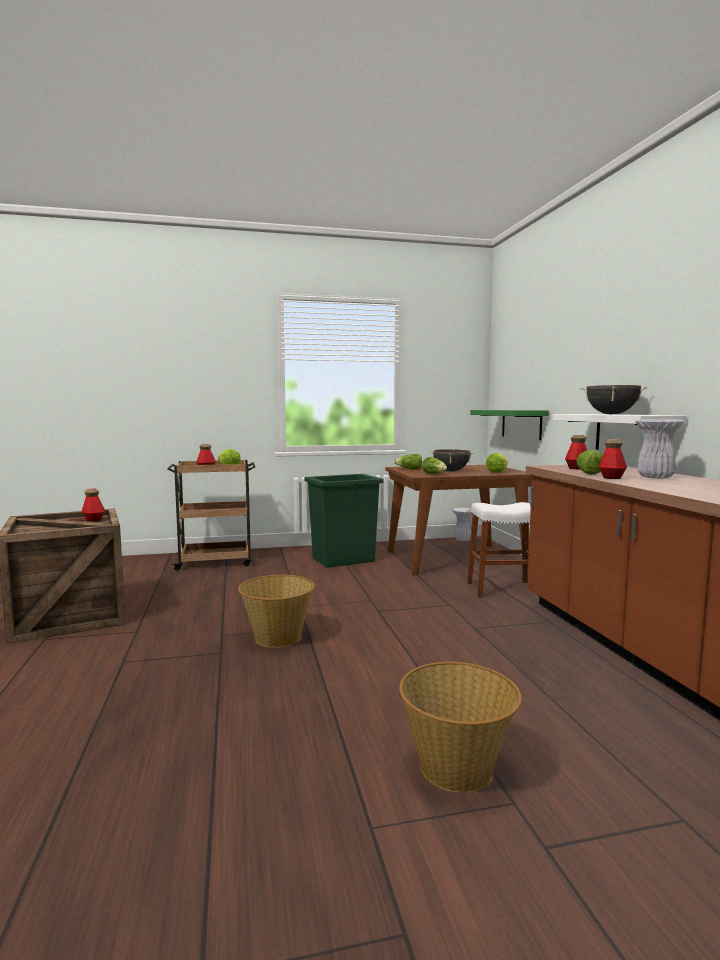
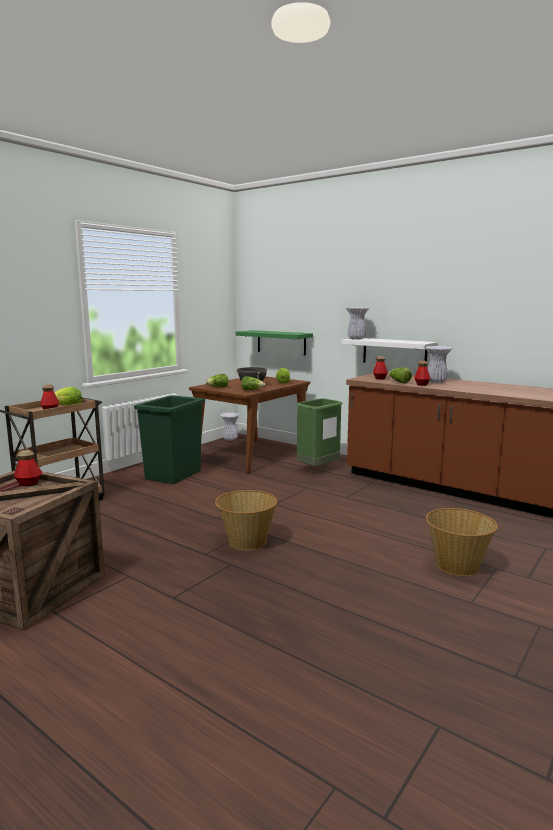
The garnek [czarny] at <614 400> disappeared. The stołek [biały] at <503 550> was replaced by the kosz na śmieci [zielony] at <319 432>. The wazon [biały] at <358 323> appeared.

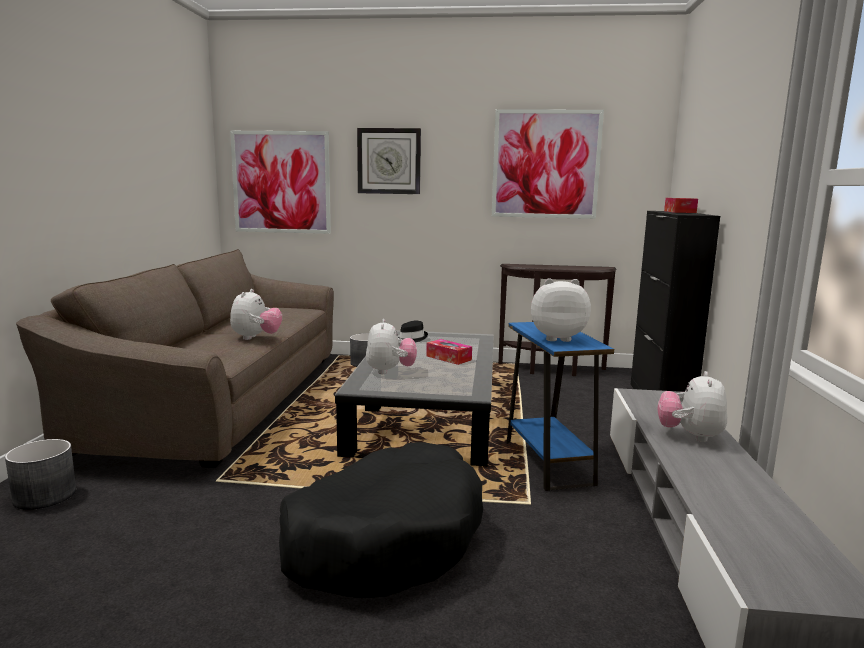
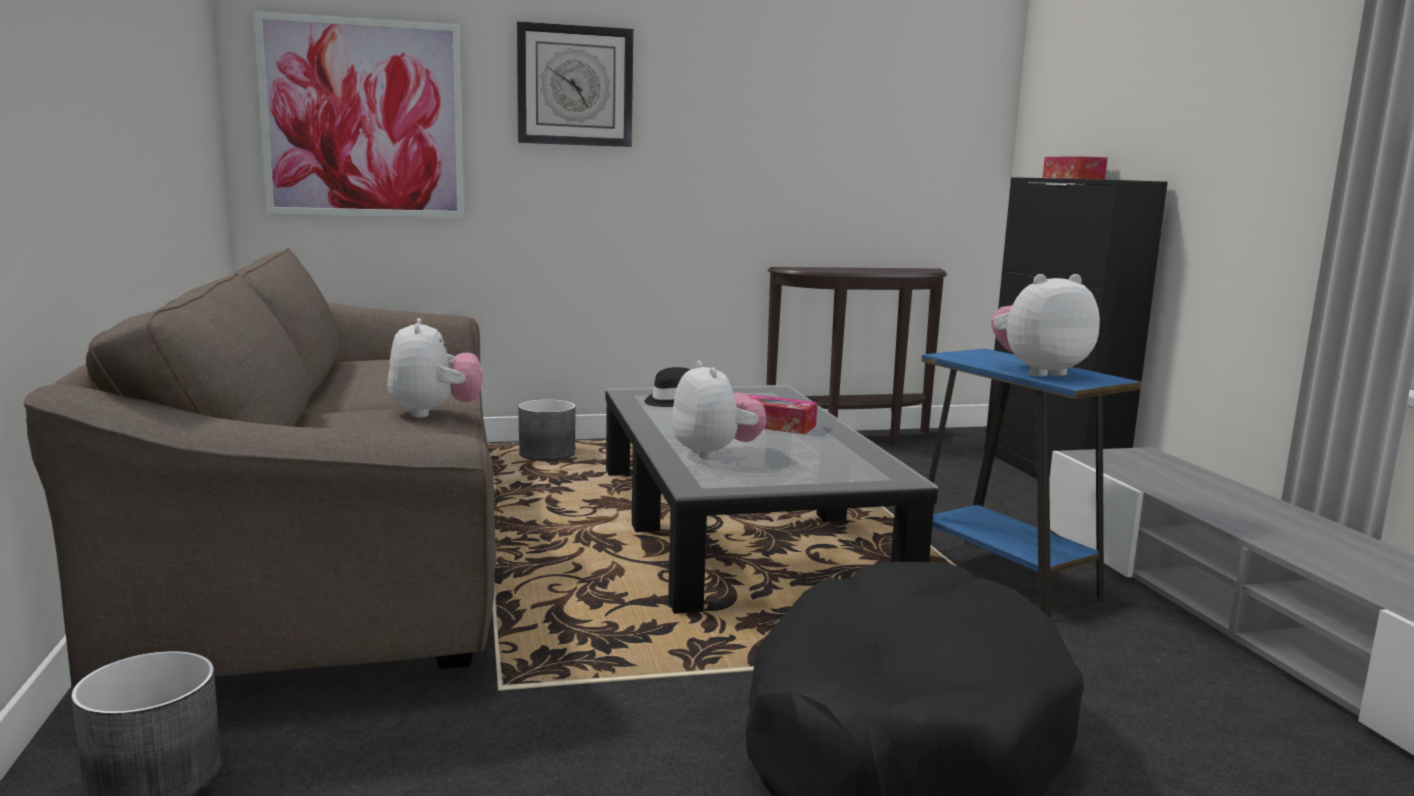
The obraz at <548 164> disappeared. The pluszak at <692 406> disappeared.

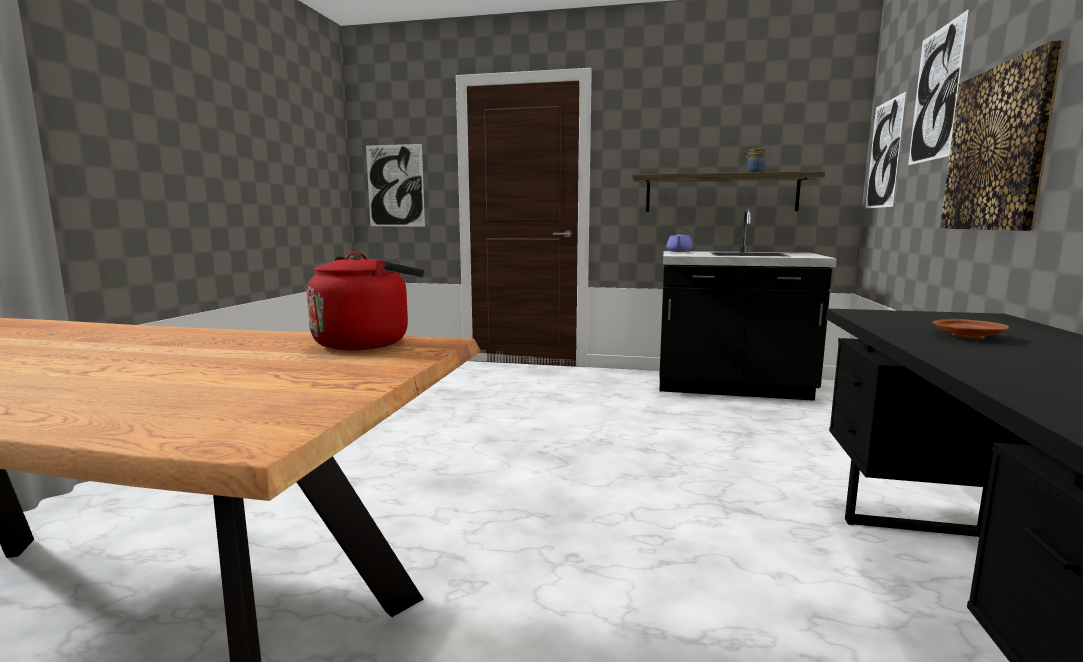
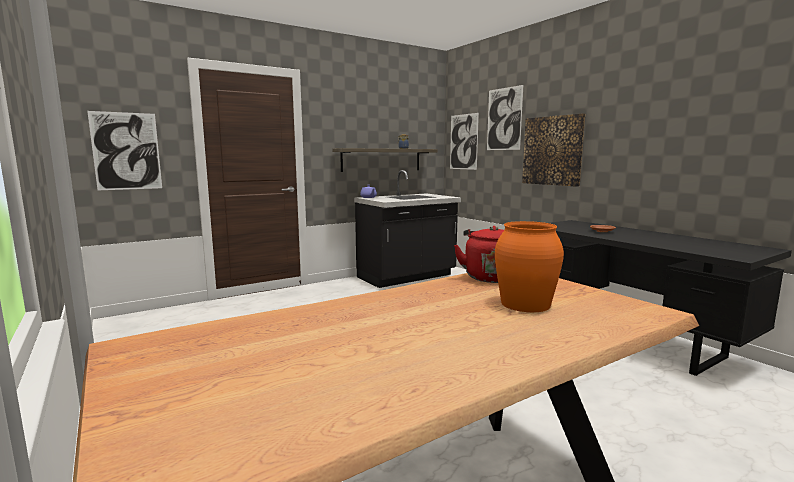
The wazon [pomarańczowy] at <529 266> appeared.

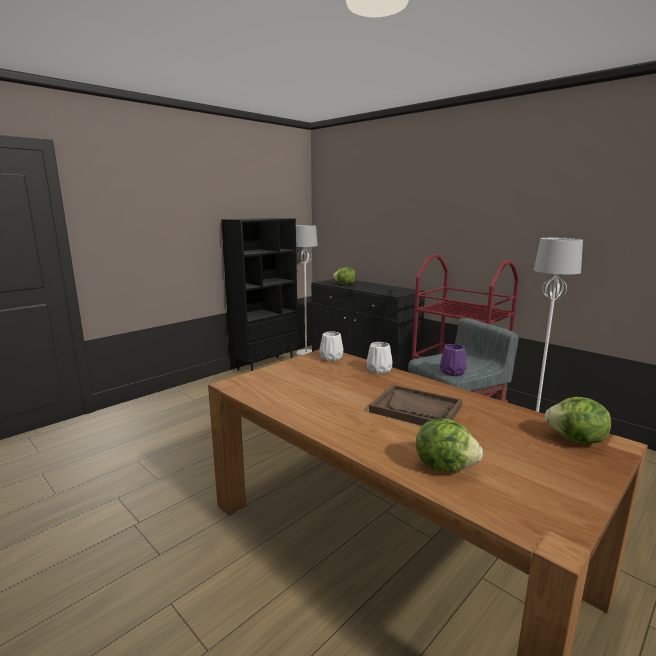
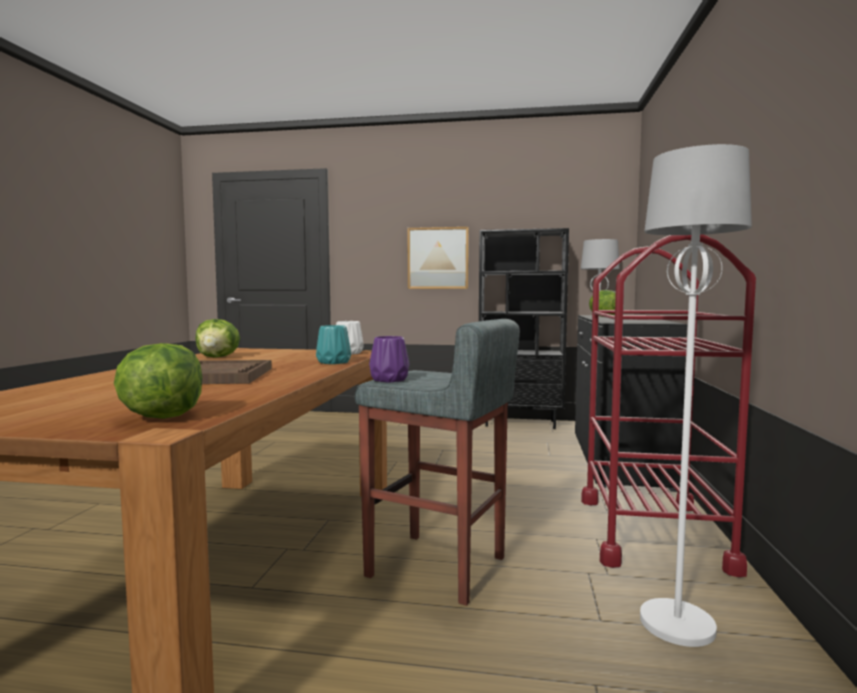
The wazon [biały] at <379 358> became the wazon [turkusowy] at <333 344>. The sałata moved from <449 445> to <218 338>. The obraz at <438 258> appeared.

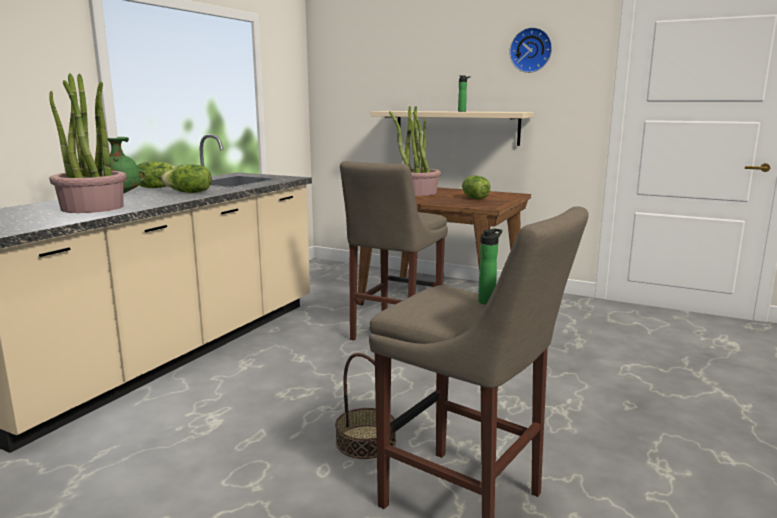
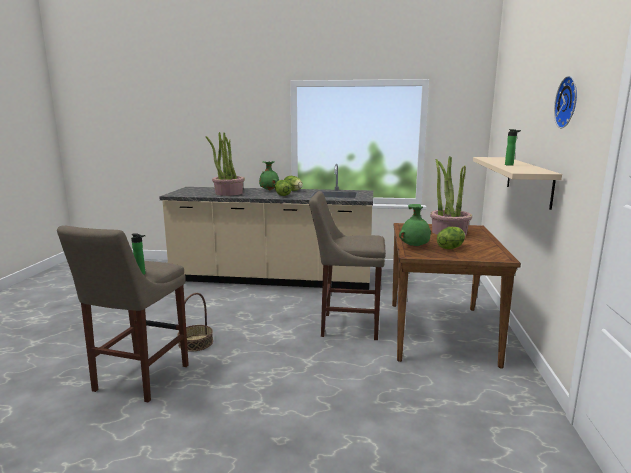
The wazon [zielony] at <415 225> appeared.

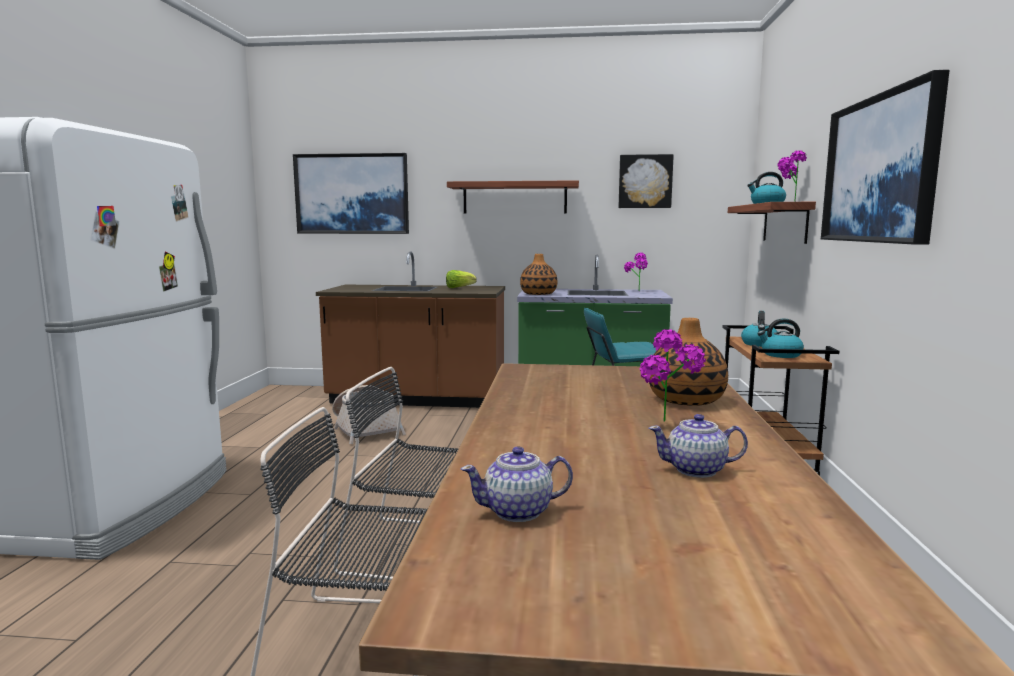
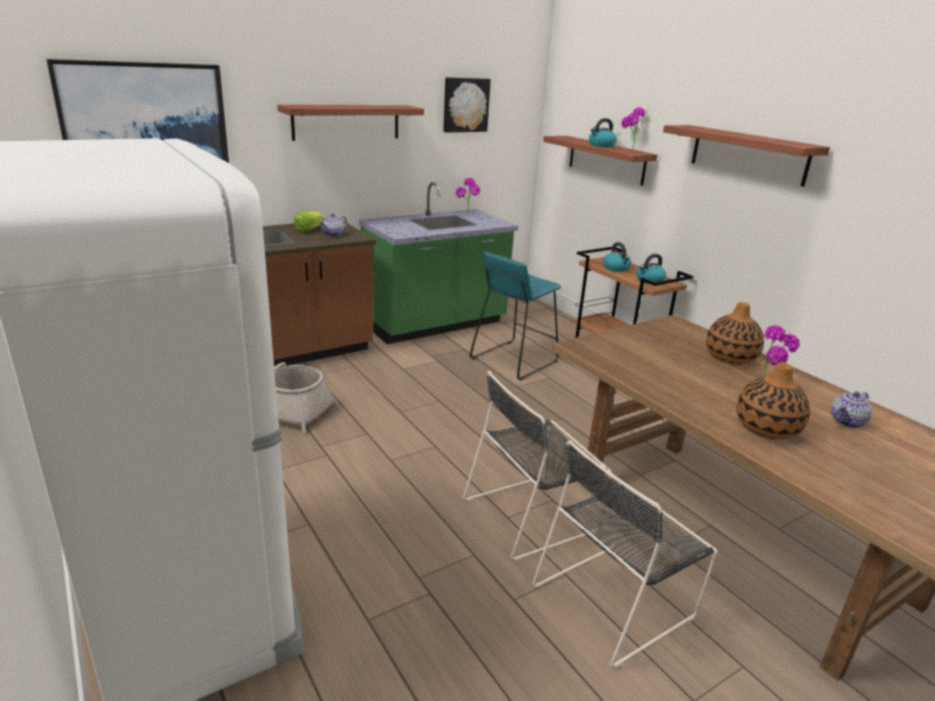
The obraz at <885 157> was replaced by the półka at <746 156>. The wazon moved from <539 274> to <773 401>. The imbryk moved from <517 484> to <333 225>.

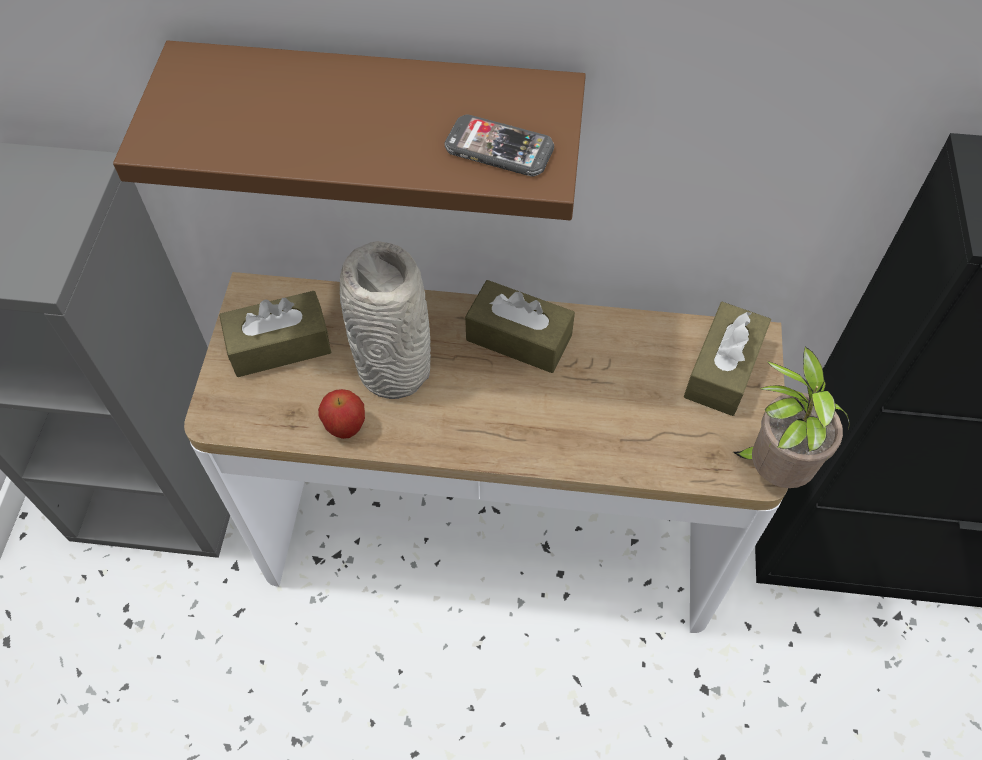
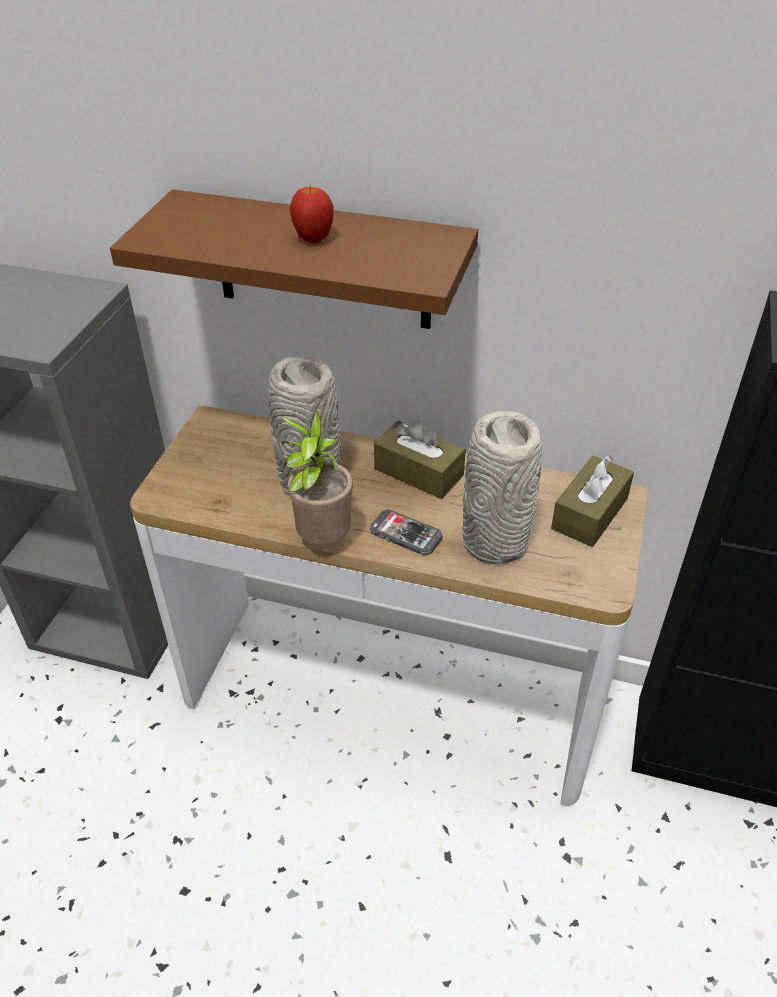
The telefon moved from <499 145> to <406 532>. The pudełko chusteczek [brązowy] at <275 334> disappeared. The roślina doniczkowa moved from <791 417> to <317 477>. The jabłko moved from <341 414> to <311 215>. The wazon [szary] at <502 487> appeared.

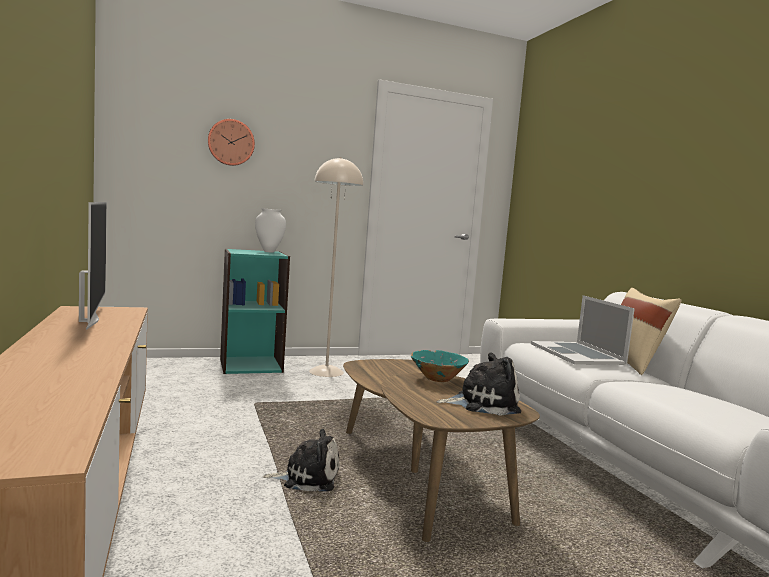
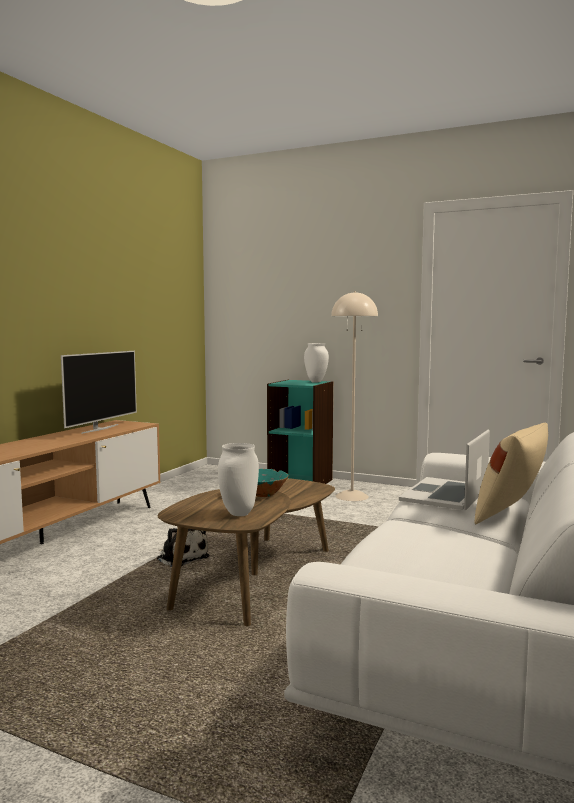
The zegar ścienny at <231 142> disappeared. The pluszak at <479 384> was replaced by the wazon [biały] at <238 479>.

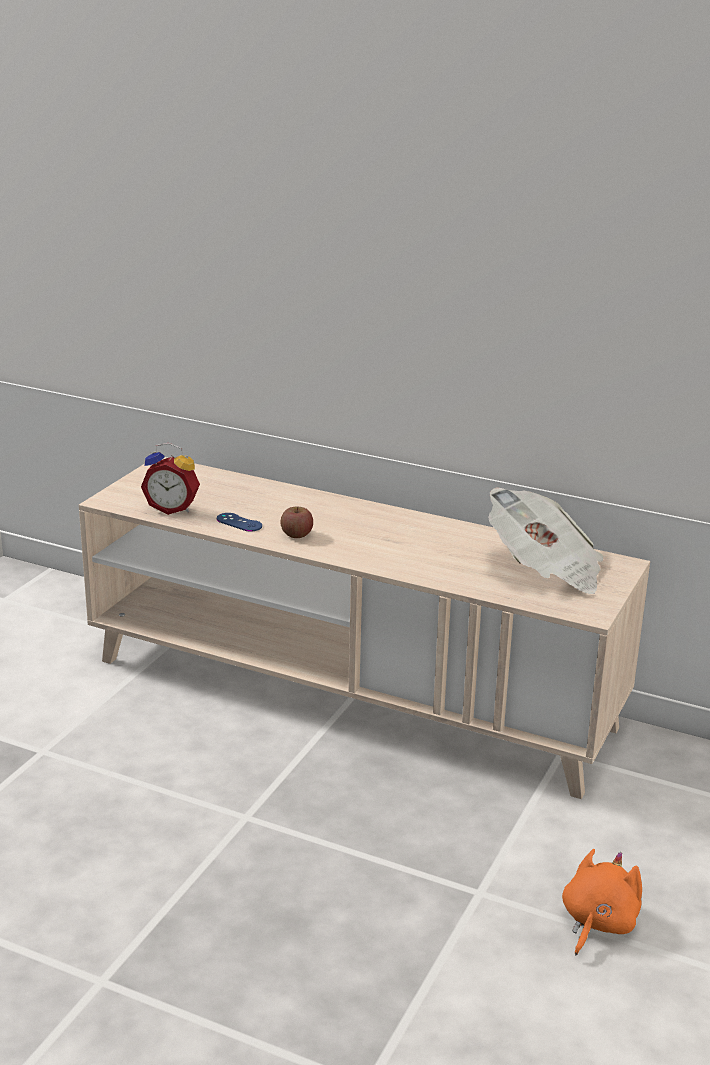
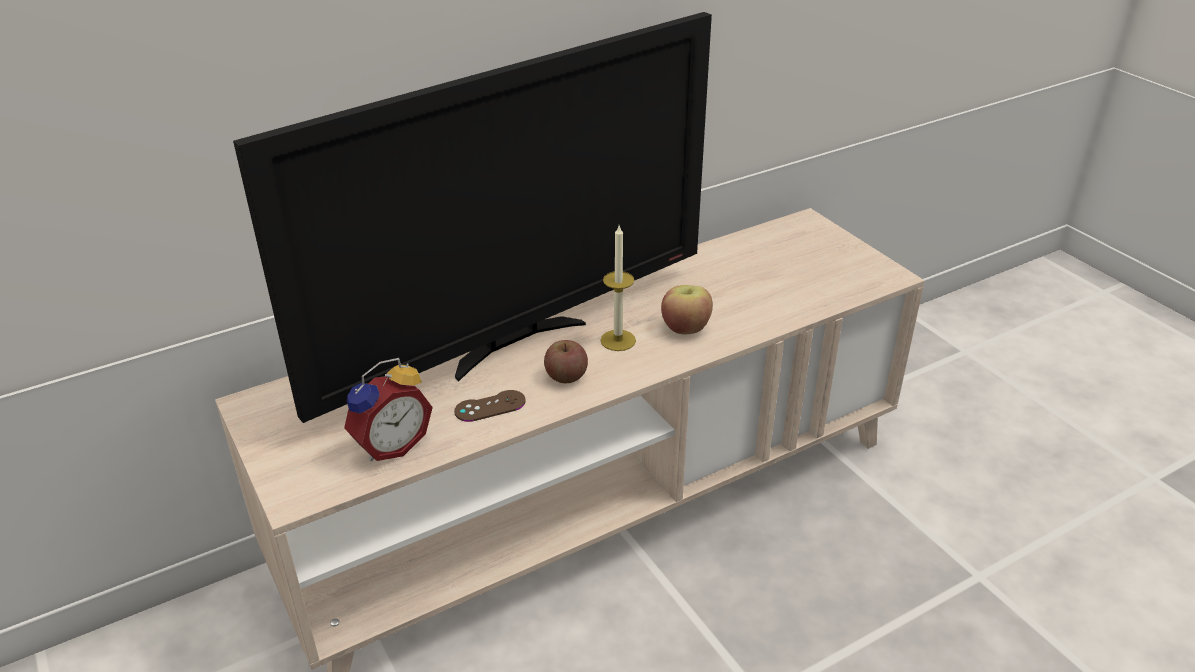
The gazeta at <545 540> disappeared. The pad do gier [niebieski] at <239 522> became the pad do gier [brązowy] at <490 406>. The pluszak [pomarańczowy] at <602 902> disappeared. The telewizor at <472 217> appeared. The świeca at <618 288> appeared. The jabłko at <687 310> appeared.

